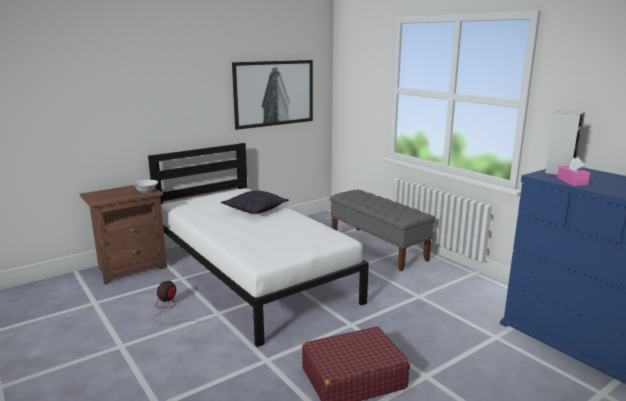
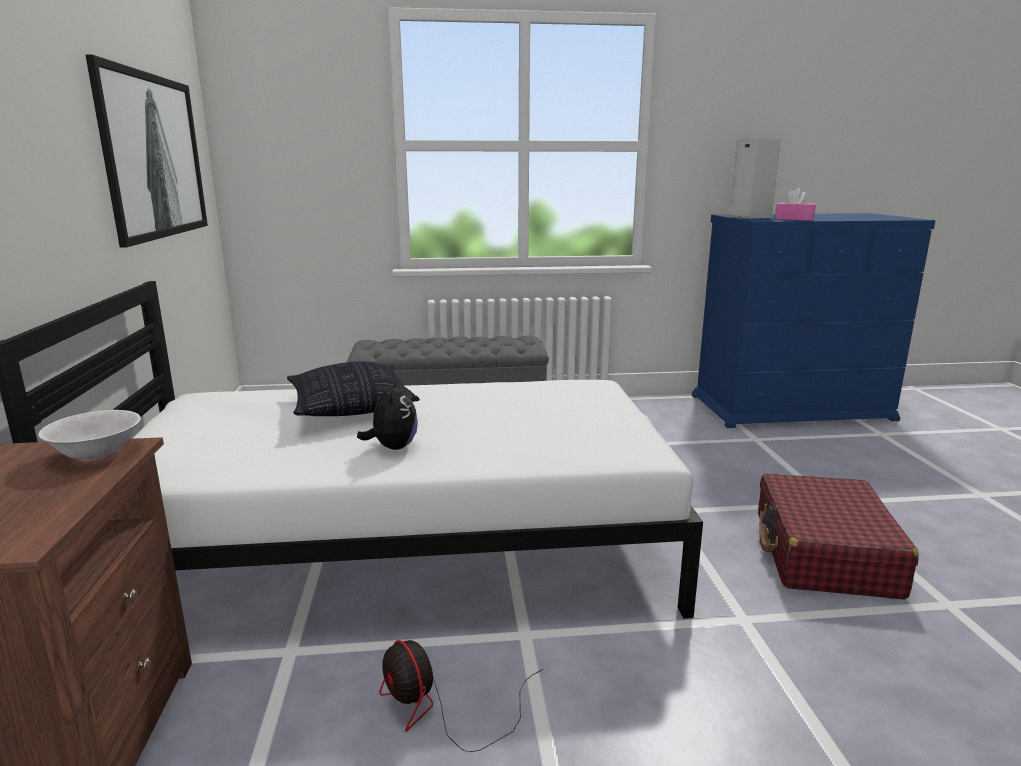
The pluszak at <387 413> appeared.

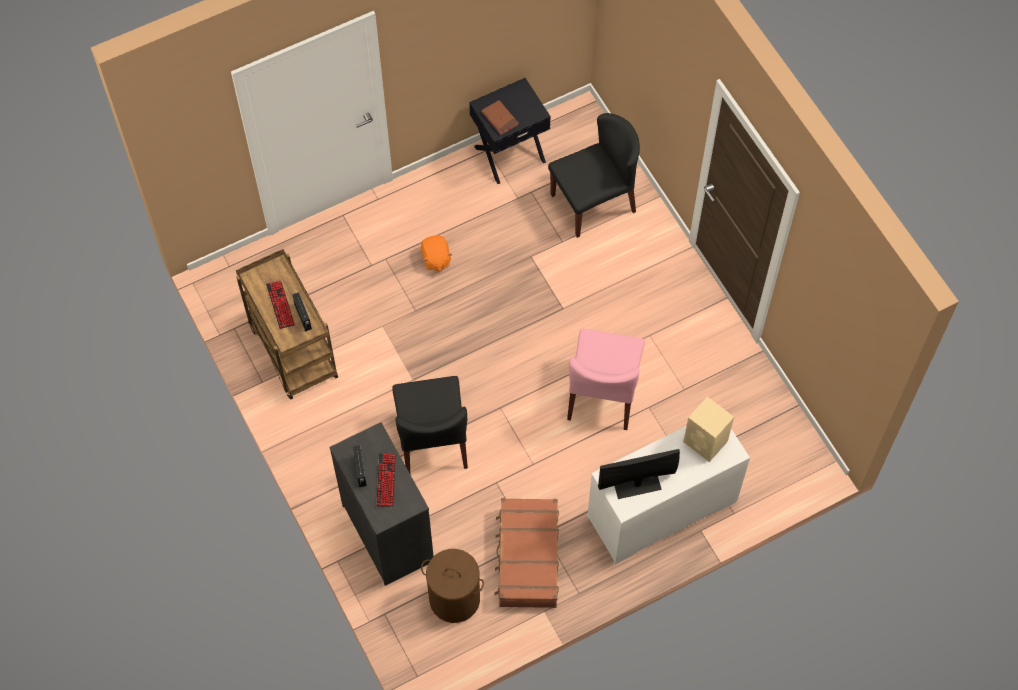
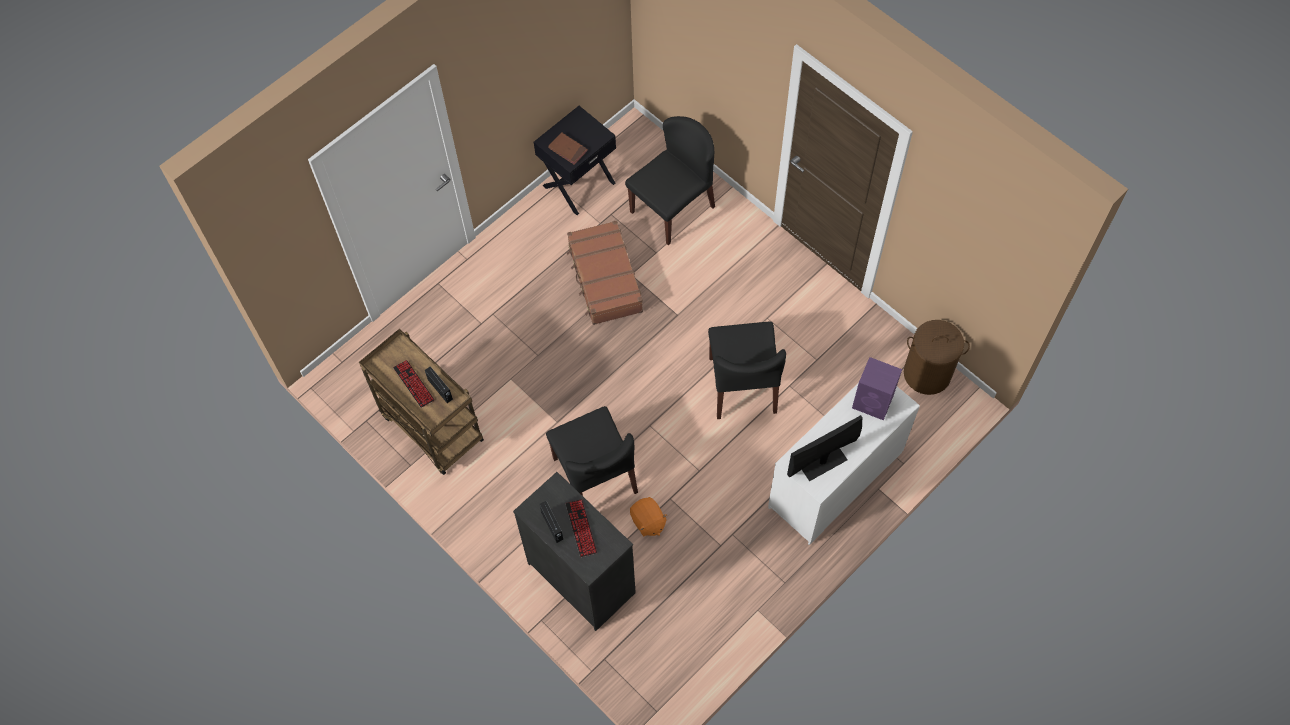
The pluszak [pomarańczowy] moved from <436 253> to <648 516>. The krzesło [różowy] at <606 379> became the krzesło [czarny] at <747 370>. The głośnik [beżowy] at <708 429> became the głośnik [fioletowy] at <877 389>. The walizka [brązowy] moved from <526 553> to <605 272>. The kosz na pranie [brązowy] moved from <452 586> to <937 357>.

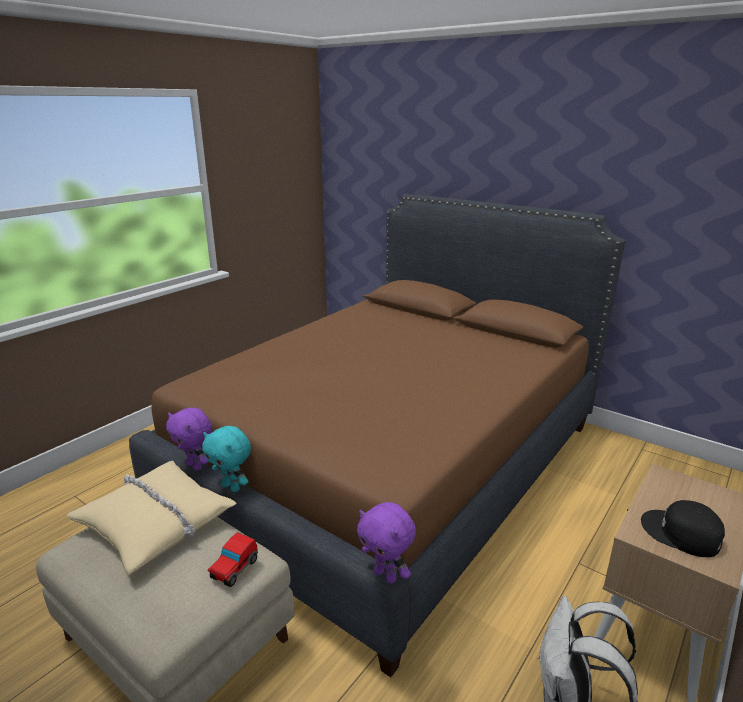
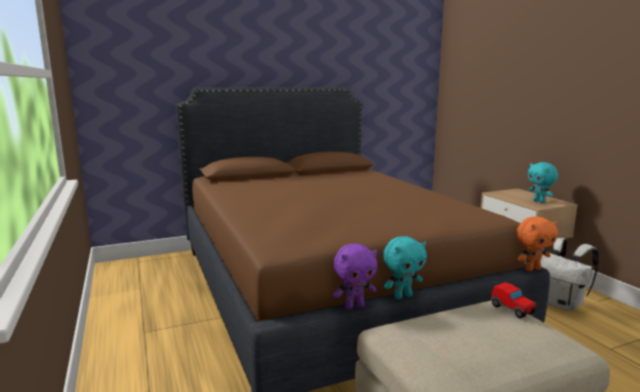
The poduszka [beżowy] at <151 517> disappeared. The czapka z daszkiem [czarny] at <683 528> was replaced by the pluszak [turkusowy] at <543 182>. The pluszak [fioletowy] at <386 543> became the pluszak [pomarańczowy] at <537 243>.

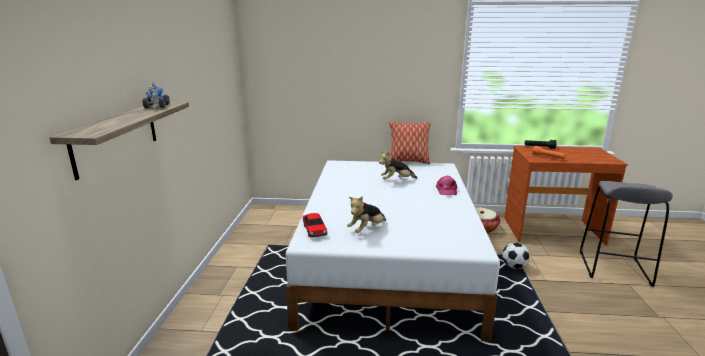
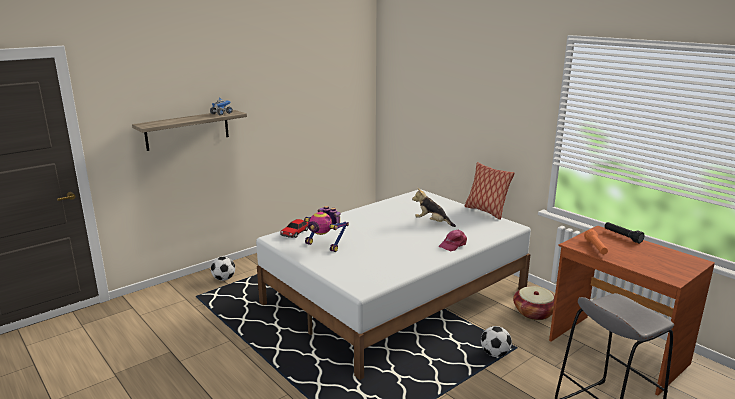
The pluszak at <366 214> was replaced by the robot zabawkowy at <326 229>. The piłka futbolowa at <223 269> appeared.

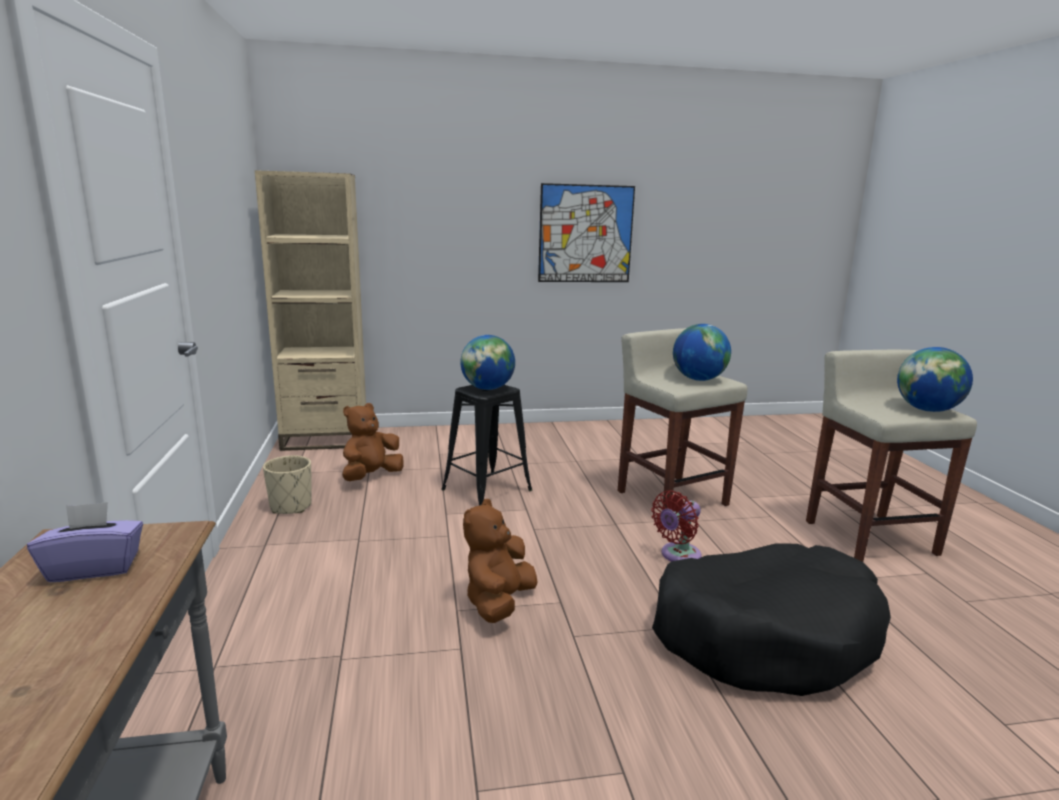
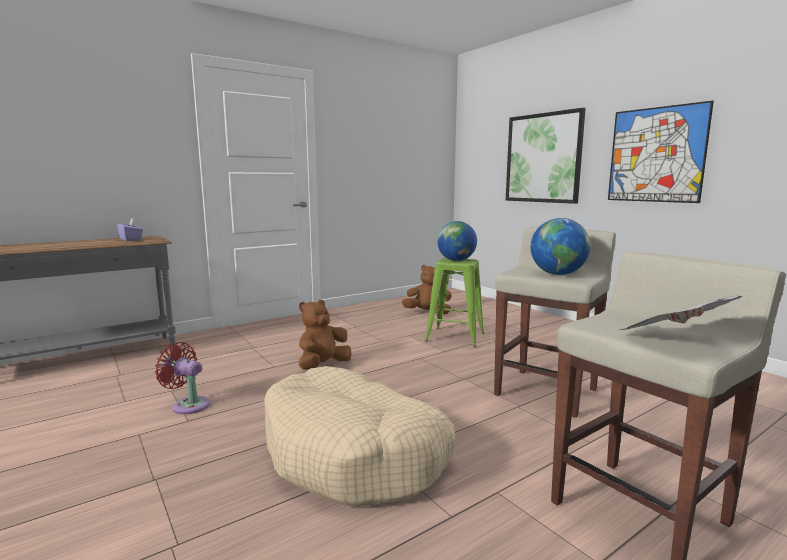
The regał [beżowy] at <310 310> disappeared. The globus at <935 379> was replaced by the gazeta at <681 312>. The stołek [czarny] at <486 445> became the stołek [zielony] at <454 302>. The donica [beżowy] at <287 484> disappeared. The wentylator [czerwony] moved from <676 526> to <182 378>. The pluszak [brązowy] at <500 561> turned 45 degrees counterclockwise. The legowisko [czarny] at <771 619> became the legowisko [beżowy] at <359 436>. The obraz at <546 156> appeared.

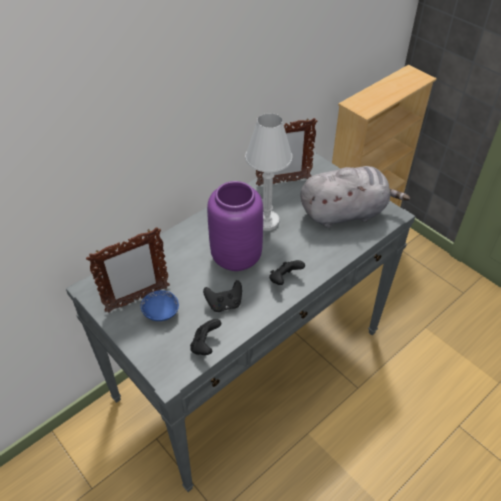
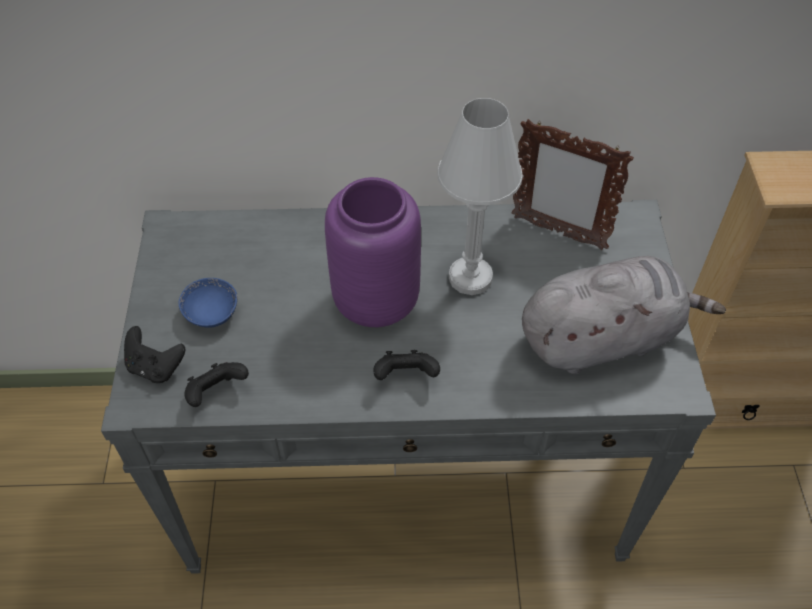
The pluszak [szary] at <355 197> turned 45 degrees counterclockwise. The ramka na zdjęcie at <128 270> disappeared. The pad do gier [czarny] moved from <222 296> to <154 354>.

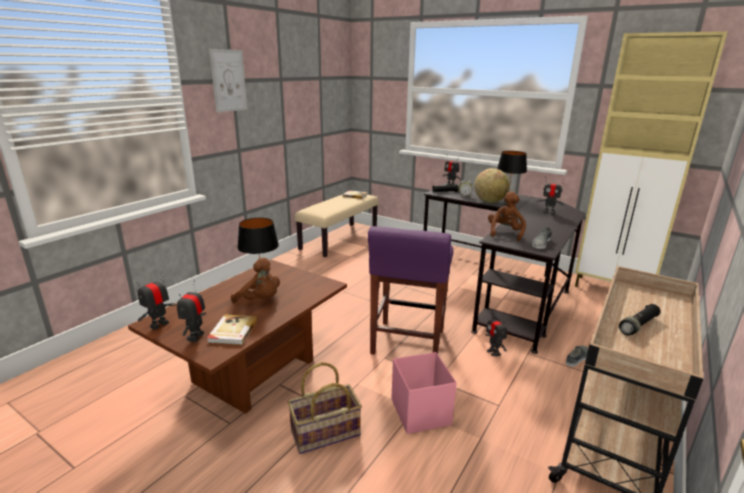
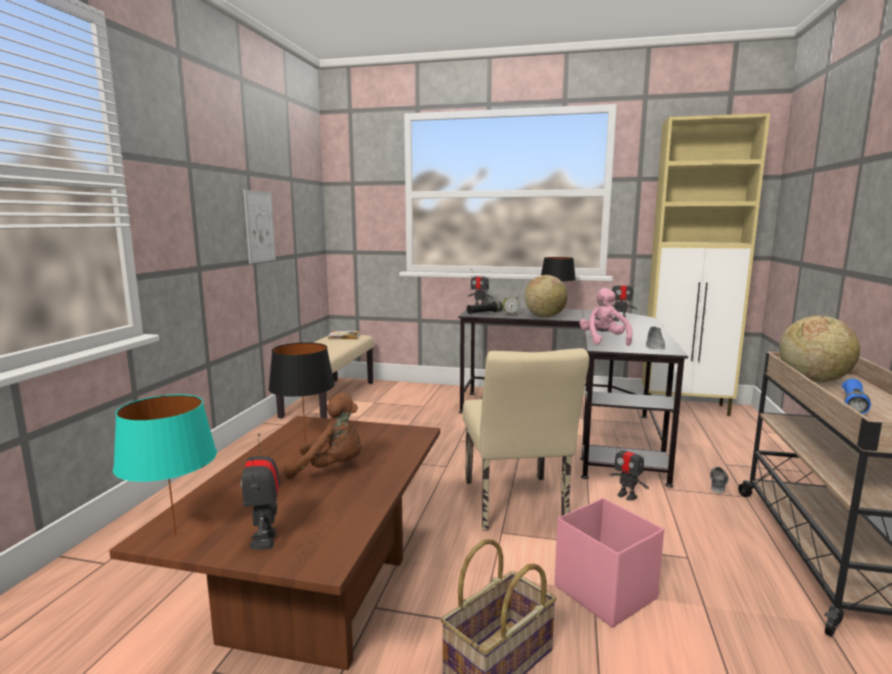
The obraz moved from <228 80> to <260 226>. The pluszak [brązowy] at <507 216> became the pluszak [różowy] at <605 317>. The stołek [fioletowy] at <410 290> was replaced by the krzesło [beżowy] at <525 439>. The robot zabawkowy at <156 300> was replaced by the lampa stołowa [turkusowy] at <165 465>. The latarka [czarny] at <640 319> became the latarka [niebieski] at <856 396>. The książka at <232 329> disappeared. The globus at <819 349> appeared.

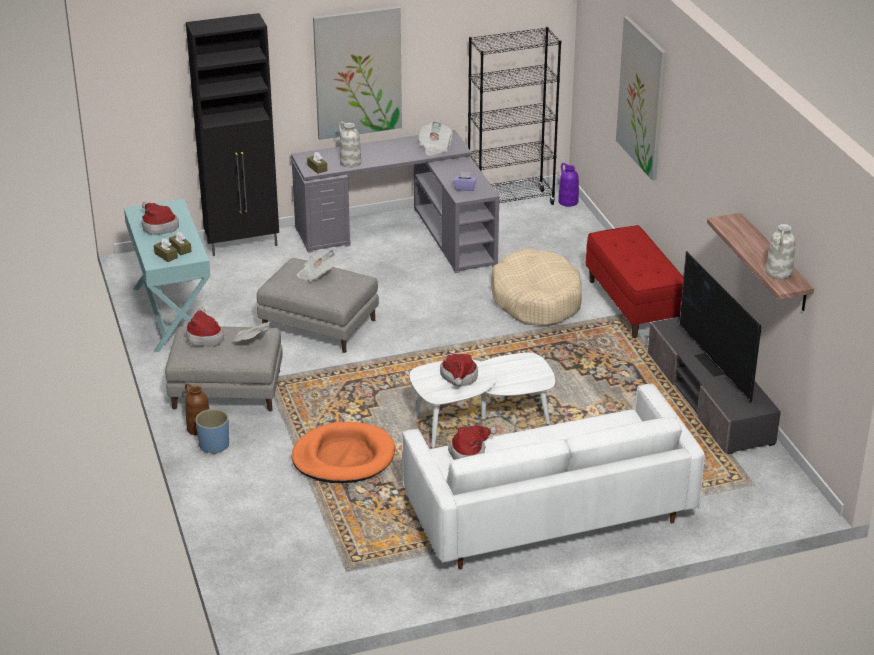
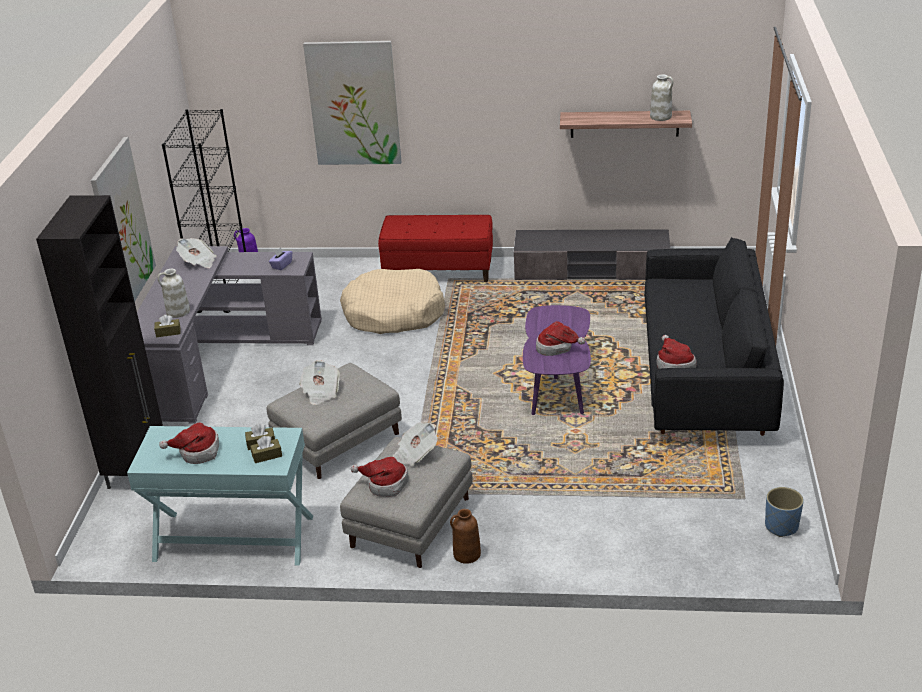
The telewizor at <720 326> disappeared. The ława [biały] at <482 400> became the ława [fioletowy] at <557 360>. The kanapa [biały] at <553 476> became the kanapa [czarny] at <714 336>. The donica [niebieski] moved from <212 431> to <784 512>. The legowisko [pomarańczowy] at <343 452> disappeared.

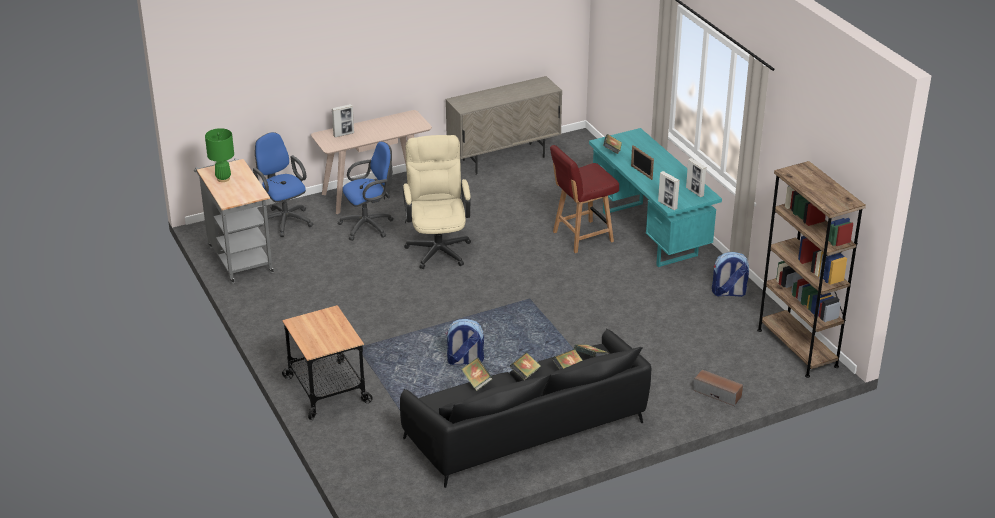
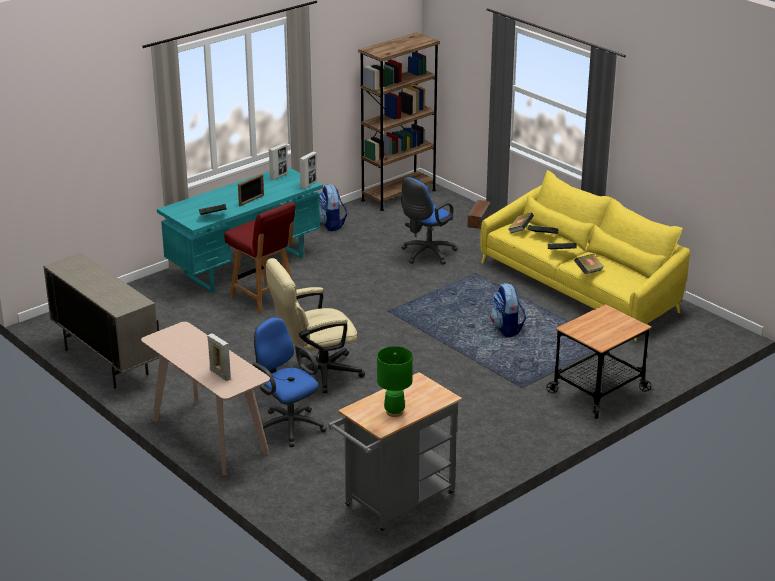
The krzesło biurowe [niebieski] moved from <283 184> to <429 221>. The kanapa [czarny] at <525 408> became the kanapa [żółty] at <585 255>.

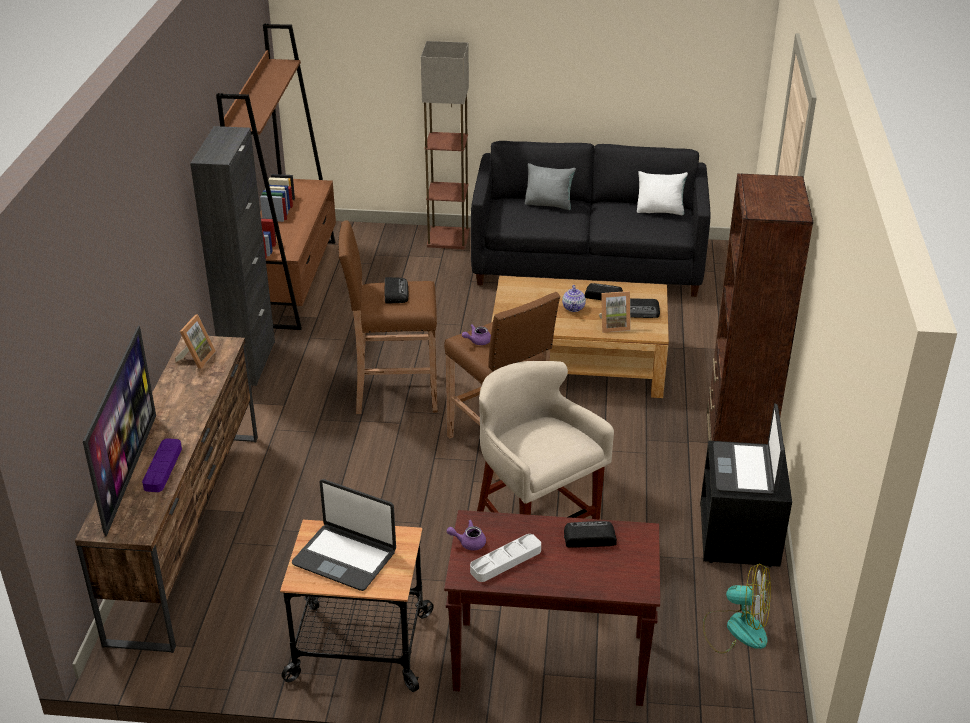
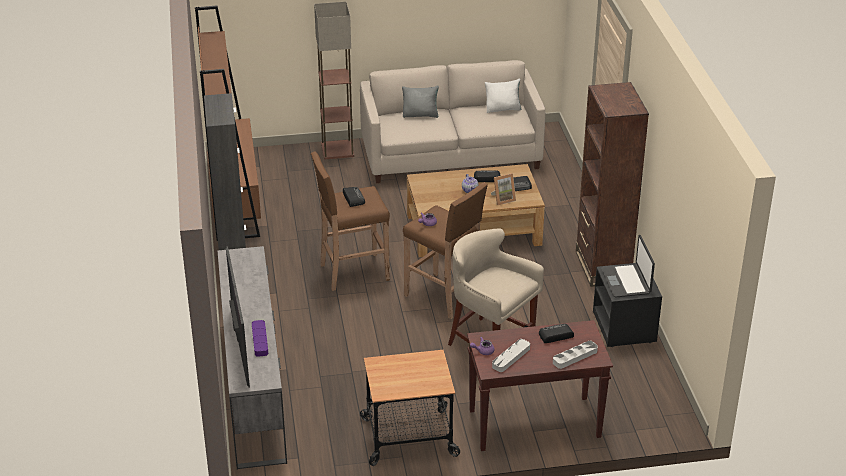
The kanapa [czarny] at <590 219> became the kanapa [beżowy] at <452 122>. The ramka na zdjęcie at <195 341> disappeared. The szafka pod telewizor [brązowy] at <166 494> became the szafka pod telewizor [szary] at <252 358>. The laptop at <344 535> disappeared. The wentylator at <737 608> disappeared. The taca [szary] at <575 355> appeared.

